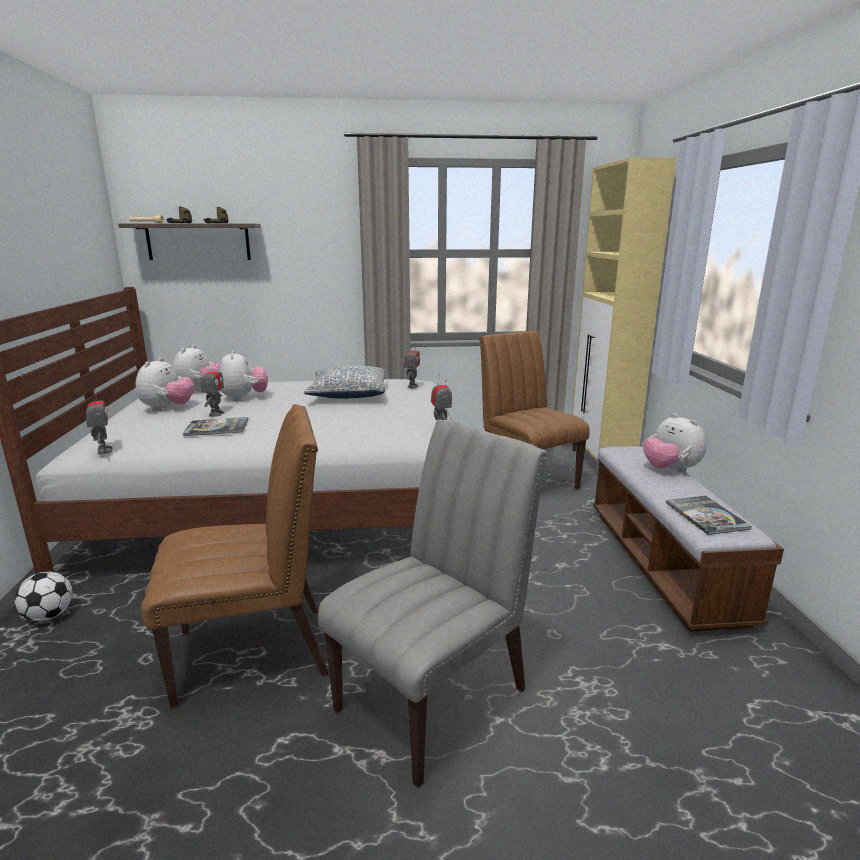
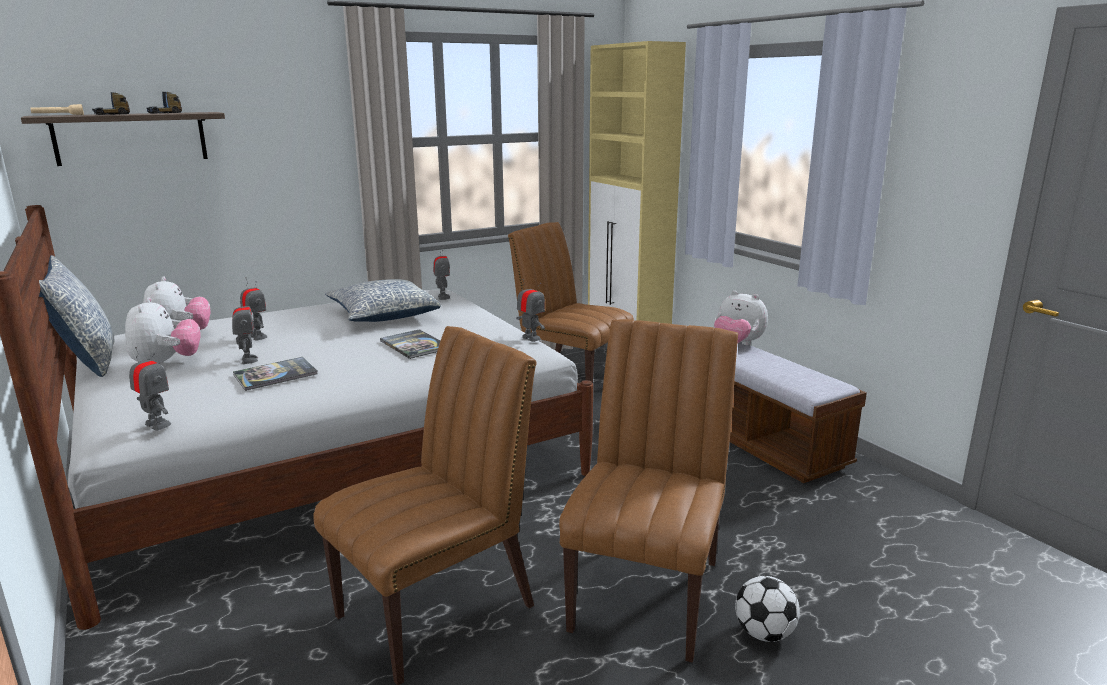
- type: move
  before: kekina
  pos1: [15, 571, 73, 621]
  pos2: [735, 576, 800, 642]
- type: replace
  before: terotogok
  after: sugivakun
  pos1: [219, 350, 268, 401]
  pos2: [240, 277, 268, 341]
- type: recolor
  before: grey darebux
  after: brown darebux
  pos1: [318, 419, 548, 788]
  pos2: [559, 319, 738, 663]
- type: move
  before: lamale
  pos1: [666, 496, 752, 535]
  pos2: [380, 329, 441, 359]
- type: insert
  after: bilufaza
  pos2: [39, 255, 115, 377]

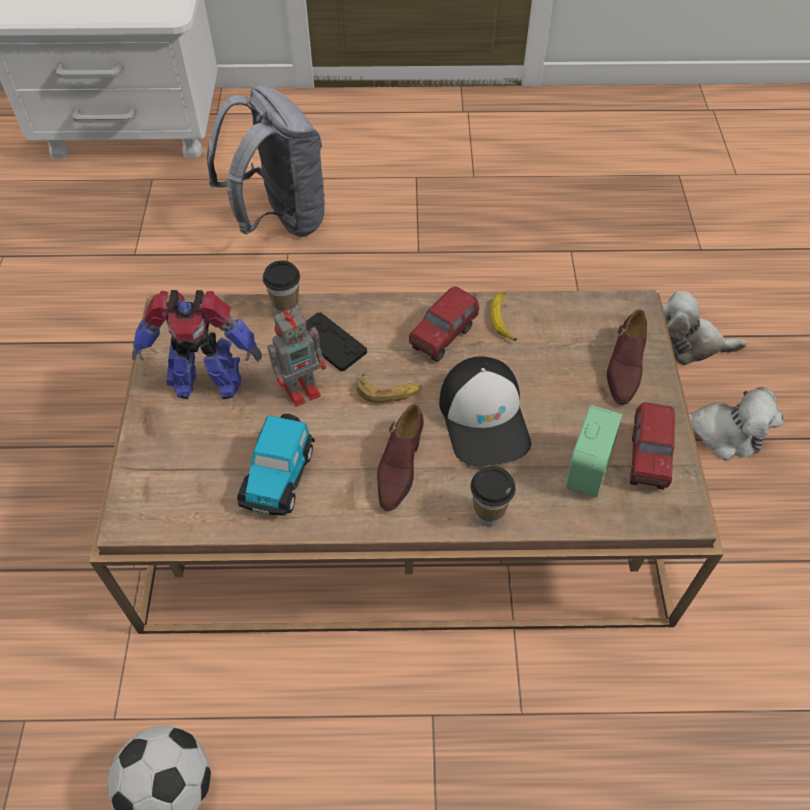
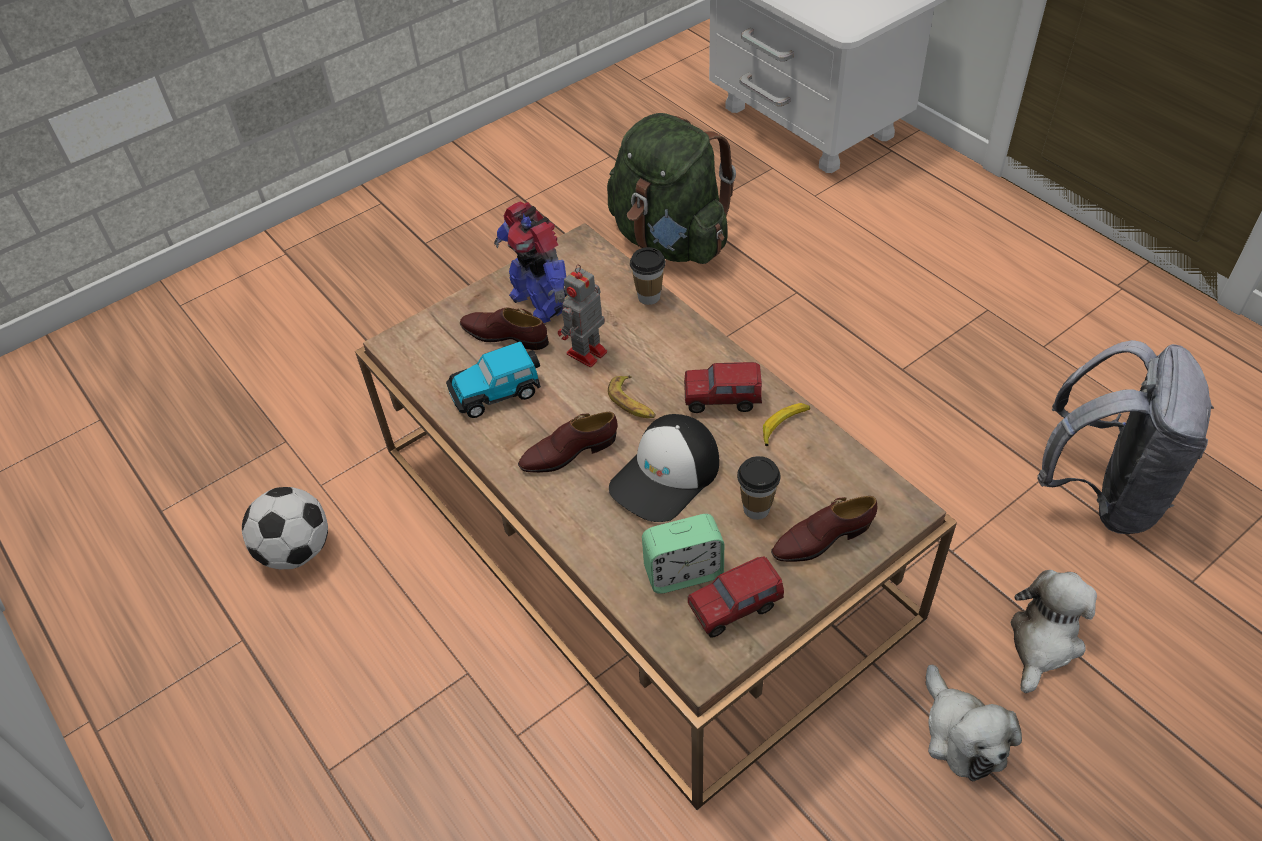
- type: move
  before: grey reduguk
  pos1: [207, 84, 326, 237]
  pos2: [1037, 340, 1214, 534]
- type: rotate
  before: sugivakun
  pos1: [267, 306, 326, 407]
  pos2: [558, 264, 607, 367]
  turn: 105
- type: delete
  before: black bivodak
  pos1: [306, 312, 367, 372]
- type: move
  before: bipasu
  pos1: [471, 466, 515, 527]
  pos2: [737, 456, 781, 520]
- type: rotate
  before: terotogok
  pos1: [662, 291, 747, 365]
  pos2: [1011, 570, 1097, 693]
  turn: 60
- type: insert
  after: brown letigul
  pos2: [460, 308, 549, 350]
- type: insert
  after: green reduguk
  pos2: [607, 113, 736, 264]

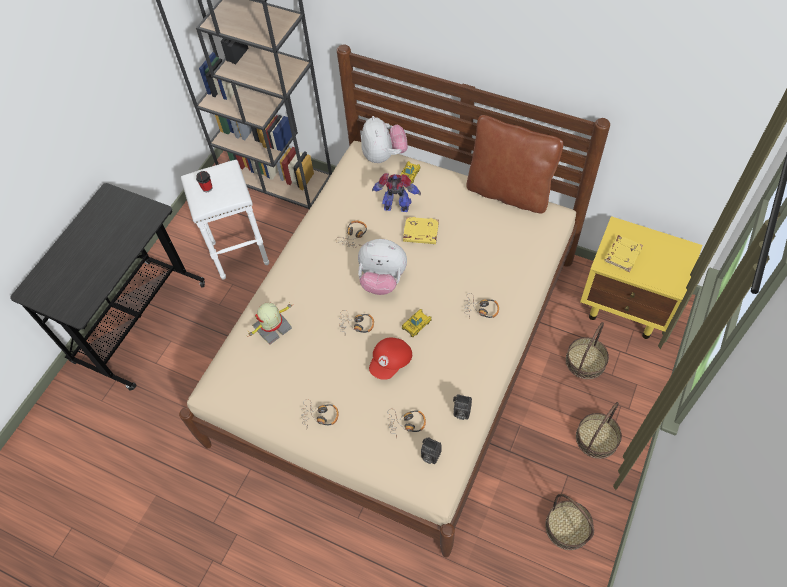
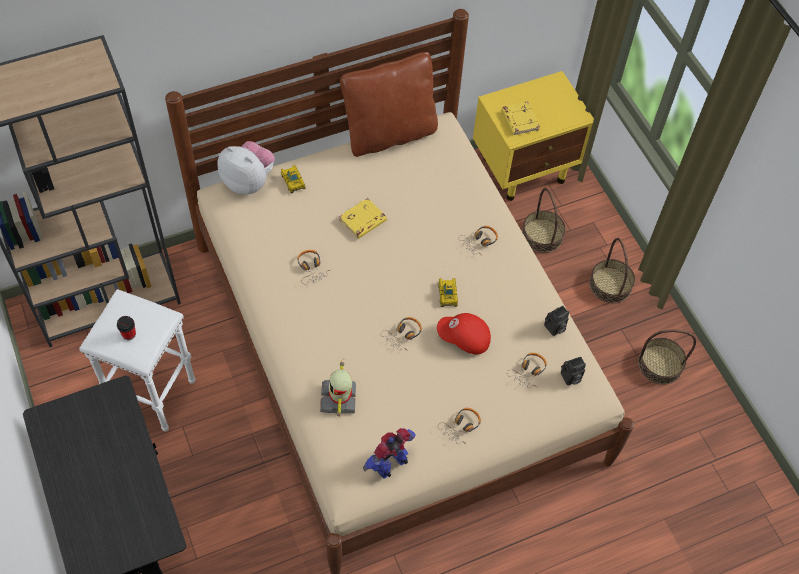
- type: delete
  before: terotogok
  pos1: [358, 239, 407, 295]
- type: rotate
  before: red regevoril
  pos1: [369, 337, 412, 380]
  pos2: [437, 313, 491, 354]
  turn: 120
- type: move
  before: sugivakun
  pos1: [372, 173, 421, 212]
  pos2: [363, 428, 416, 479]

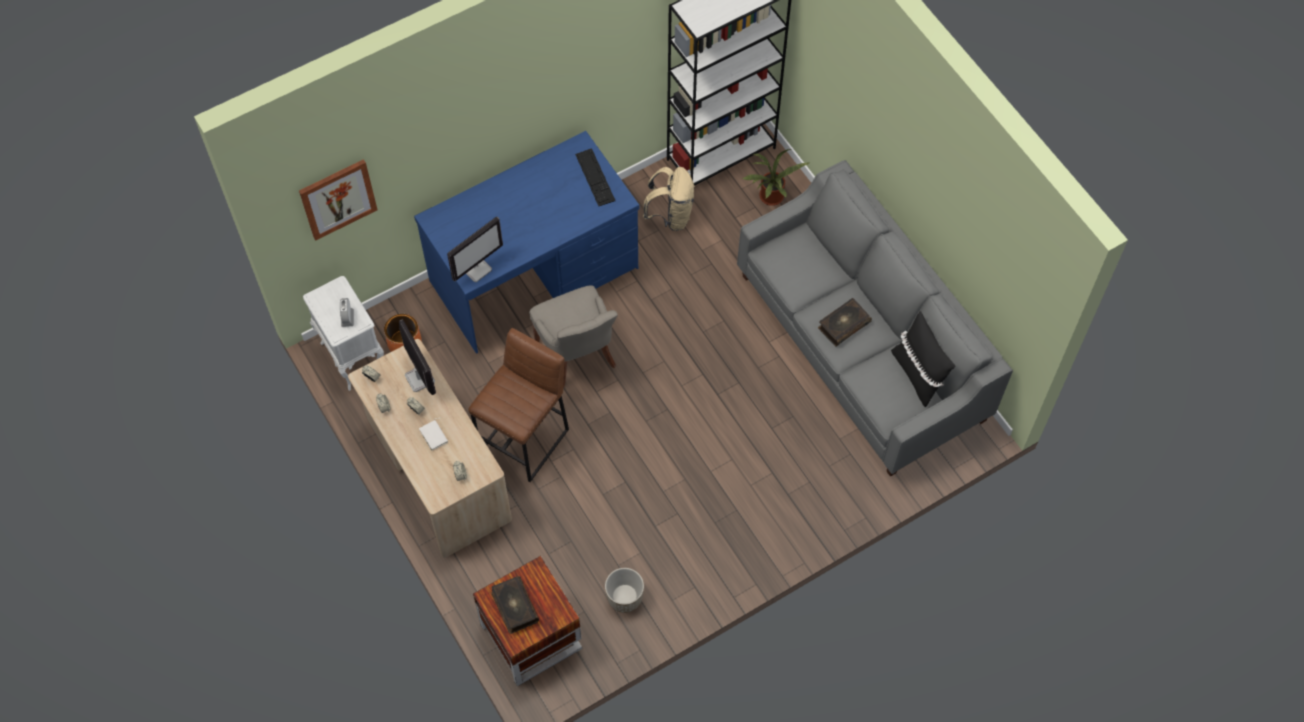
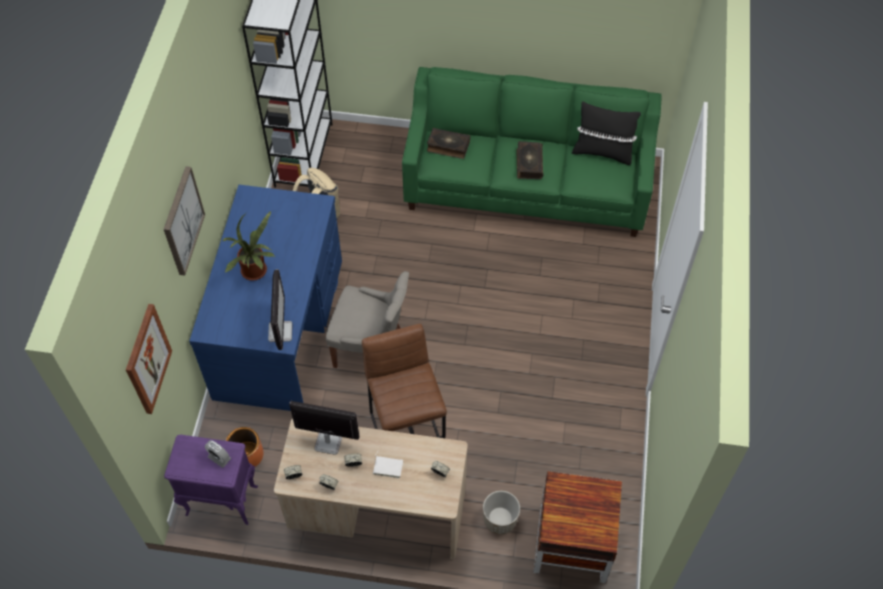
- type: recolor
  before: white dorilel
  after: purple dorilel
  pos1: [303, 276, 384, 391]
  pos2: [164, 435, 258, 525]
- type: move
  before: lamale
  pos1: [491, 576, 539, 634]
  pos2: [427, 128, 470, 159]
- type: delete
  before: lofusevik
  pos1: [575, 148, 615, 206]
- type: move
  before: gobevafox
  pos1: [605, 568, 644, 613]
  pos2: [483, 491, 520, 534]
- type: recolor
  before: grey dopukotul
  after: green dopukotul
  pos1: [737, 160, 1013, 477]
  pos2: [402, 67, 662, 237]
- type: move
  before: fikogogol
  pos1: [743, 149, 809, 206]
  pos2: [222, 211, 275, 281]
- type: insert
  after: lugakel
  pos2: [164, 166, 205, 276]

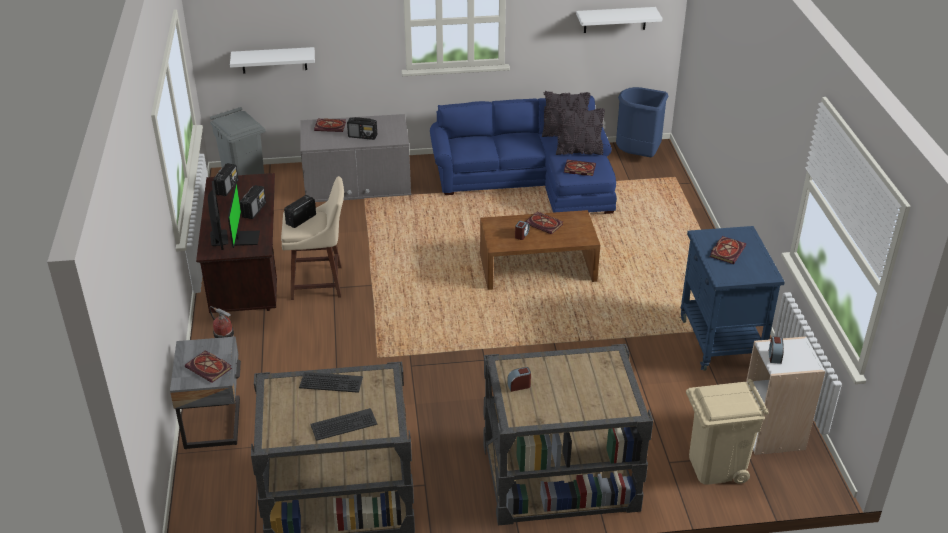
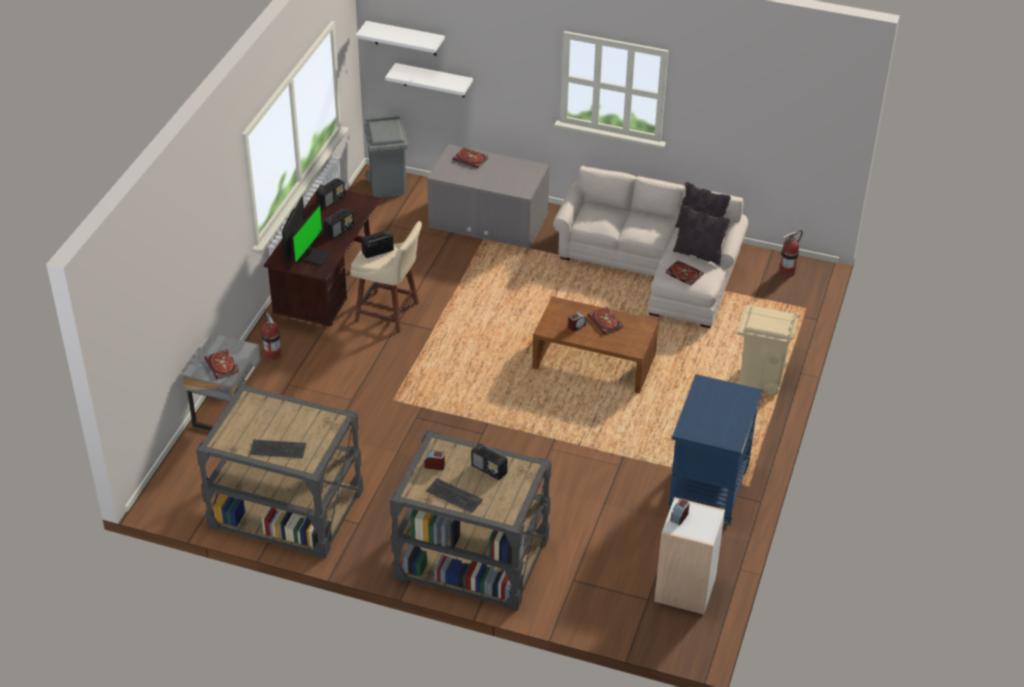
- type: move
  before: lofusevik
  pos1: [299, 372, 363, 393]
  pos2: [426, 478, 483, 513]
- type: move
  before: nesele
  pos1: [347, 117, 377, 140]
  pos2: [471, 443, 507, 480]
- type: recolor
  before: blue dopukotul
  after: beige dopukotul
  pos1: [430, 96, 617, 214]
  pos2: [553, 165, 748, 328]
- type: move
  before: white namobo
  pos1: [576, 7, 663, 33]
  pos2: [356, 21, 445, 56]
- type: replace
  before: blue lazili
  after: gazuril
  pos1: [616, 87, 669, 157]
  pos2: [779, 230, 803, 277]
- type: move
  before: beige lazili
  pos1: [686, 379, 768, 485]
  pos2: [737, 305, 800, 395]
- type: delete
  before: lamale
  pos1: [710, 236, 746, 264]

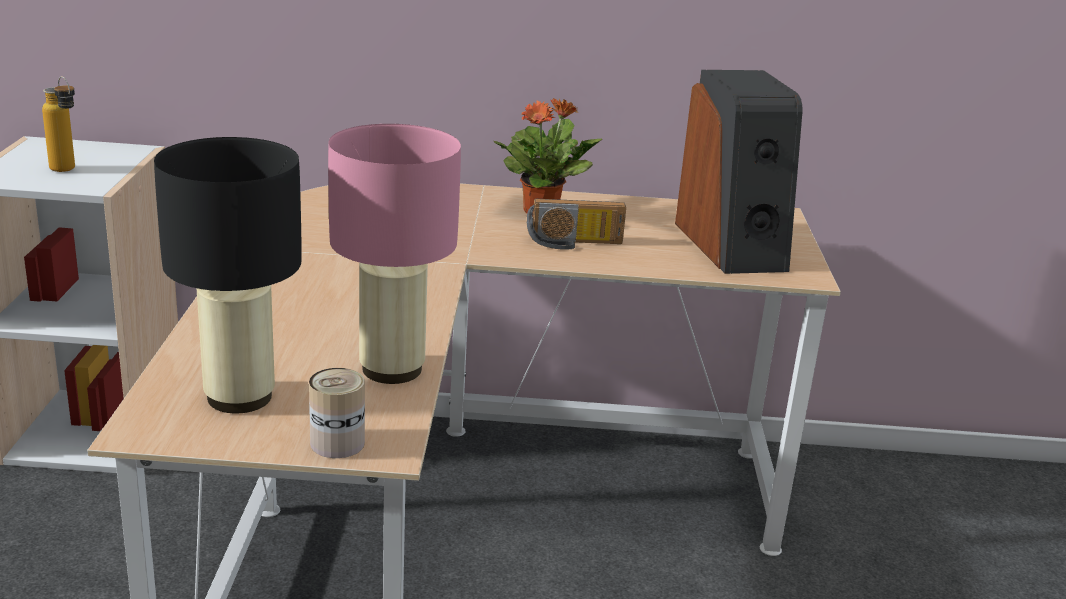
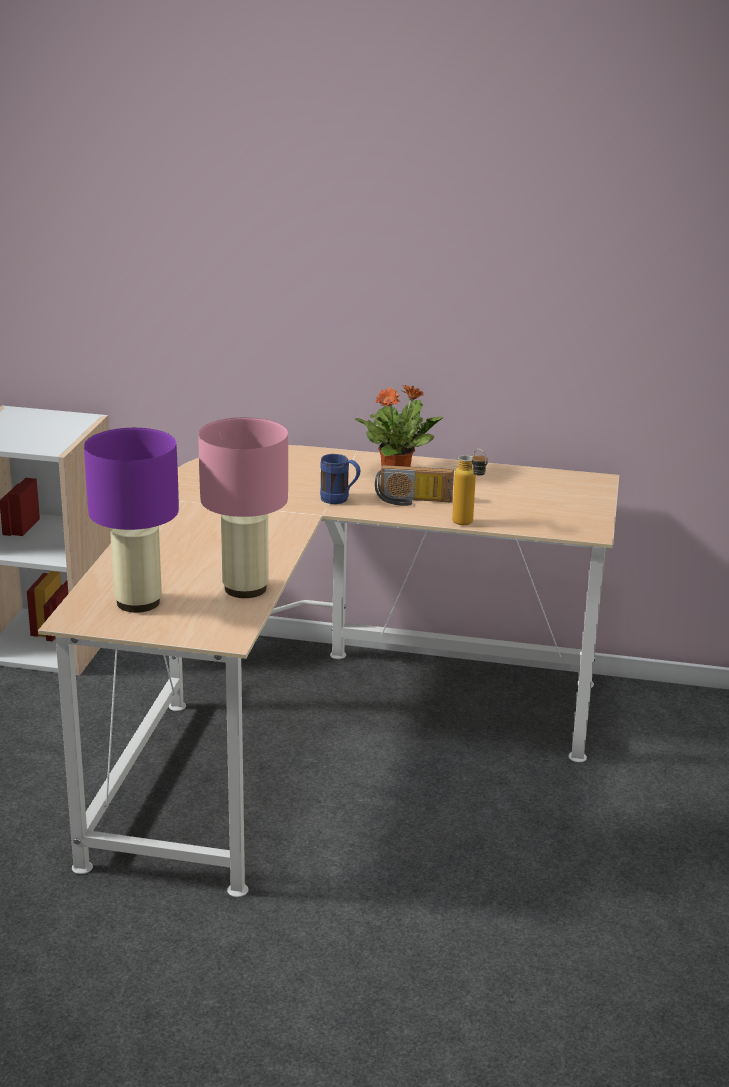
- type: move
  before: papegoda
  pos1: [42, 76, 75, 172]
  pos2: [452, 449, 488, 525]
- type: recolor
  before: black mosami
  after: purple mosami
  pos1: [154, 137, 302, 413]
  pos2: [84, 428, 179, 613]
- type: delete
  before: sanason
  pos1: [309, 368, 365, 458]
- type: delete
  before: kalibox
  pos1: [675, 70, 803, 274]
- type: insert
  after: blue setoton
  pos2: [320, 454, 361, 504]

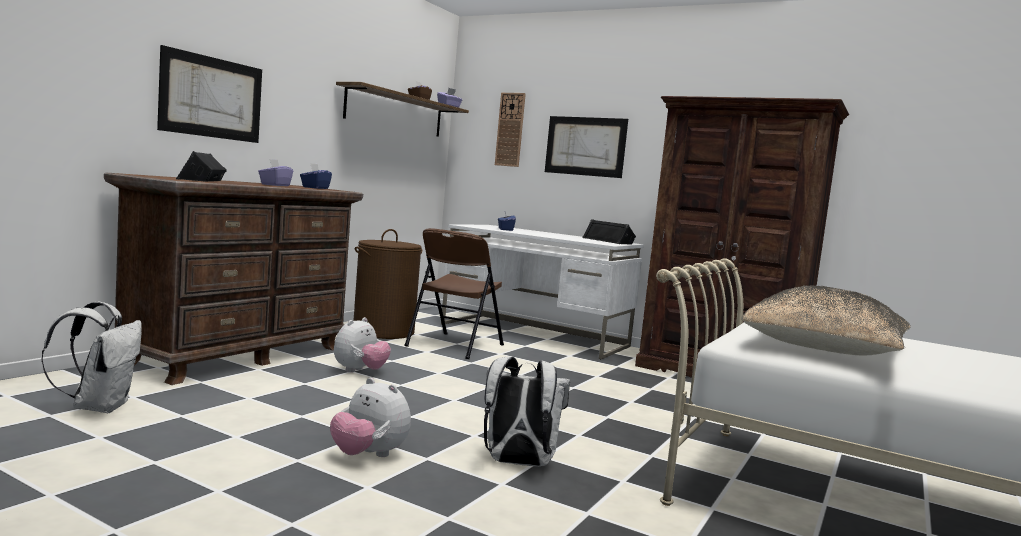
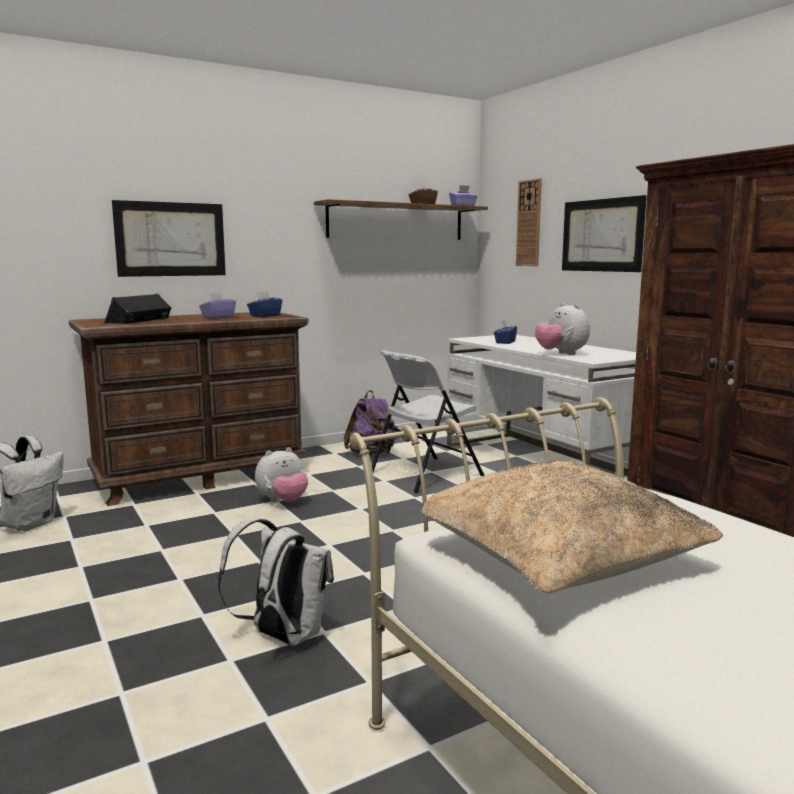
- type: move
  before: terotogok
  pos1: [330, 378, 411, 457]
  pos2: [535, 303, 590, 355]
- type: replace
  before: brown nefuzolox
  after: purple reduguk
  pos1: [354, 229, 422, 339]
  pos2: [344, 390, 398, 455]
- type: recolor
  before: brown darebux
  after: white darebux
  pos1: [404, 228, 504, 359]
  pos2: [372, 350, 484, 493]
- type: delete
  before: black kalibox
  pos1: [582, 219, 636, 245]

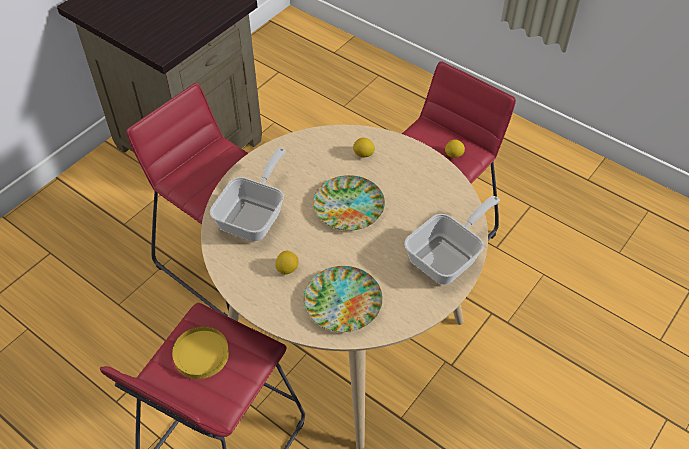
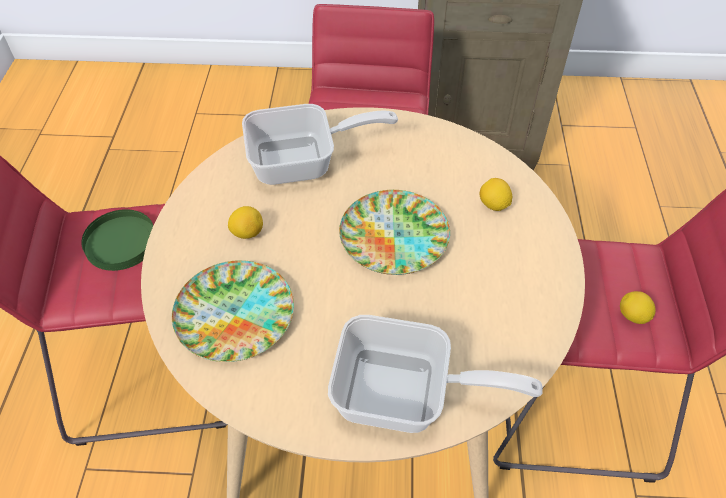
- type: recolor
  before: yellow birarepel
  after: green birarepel
  pos1: [172, 326, 229, 379]
  pos2: [81, 209, 153, 271]

